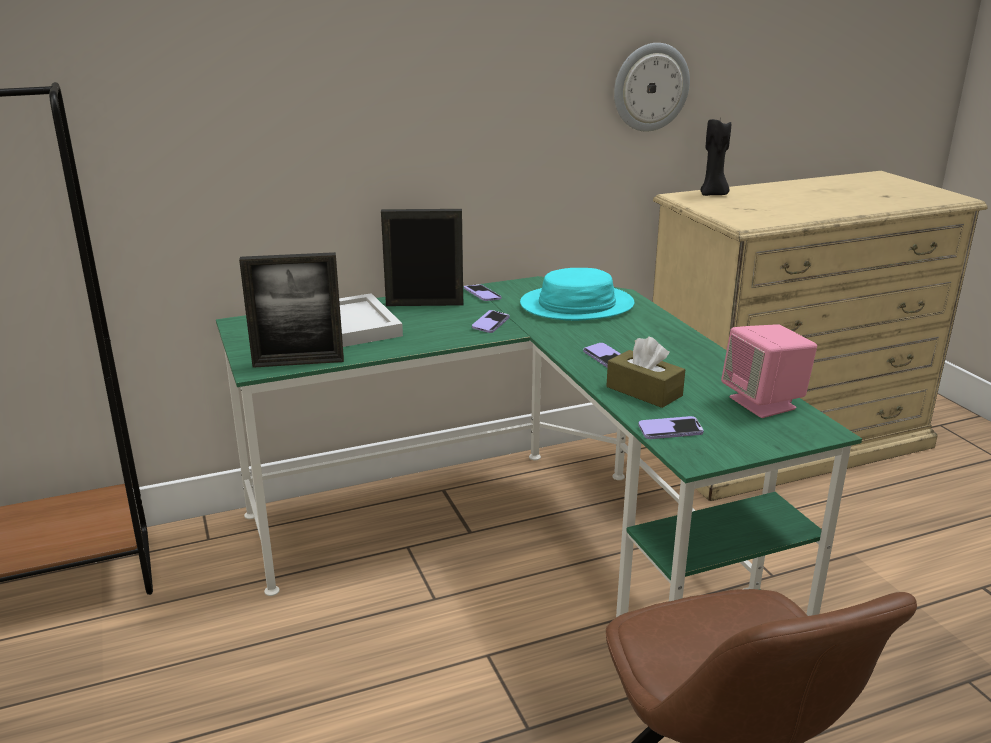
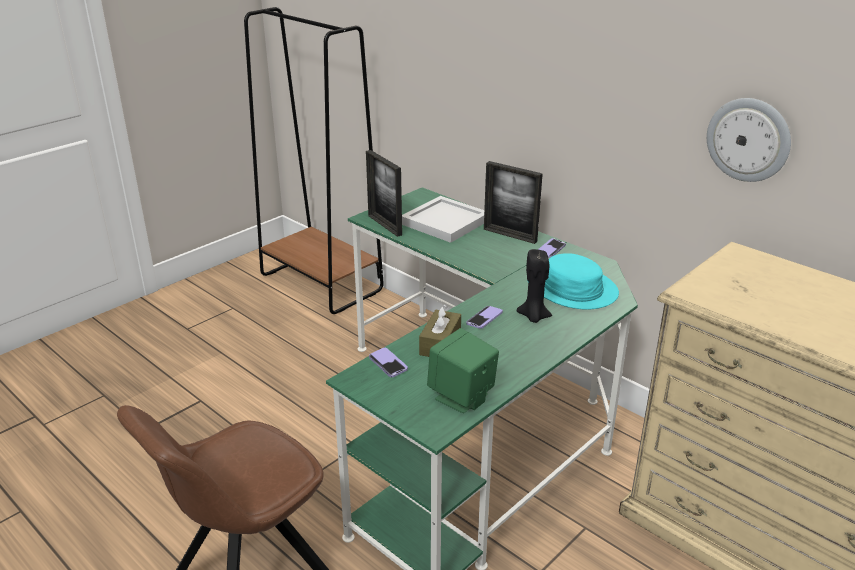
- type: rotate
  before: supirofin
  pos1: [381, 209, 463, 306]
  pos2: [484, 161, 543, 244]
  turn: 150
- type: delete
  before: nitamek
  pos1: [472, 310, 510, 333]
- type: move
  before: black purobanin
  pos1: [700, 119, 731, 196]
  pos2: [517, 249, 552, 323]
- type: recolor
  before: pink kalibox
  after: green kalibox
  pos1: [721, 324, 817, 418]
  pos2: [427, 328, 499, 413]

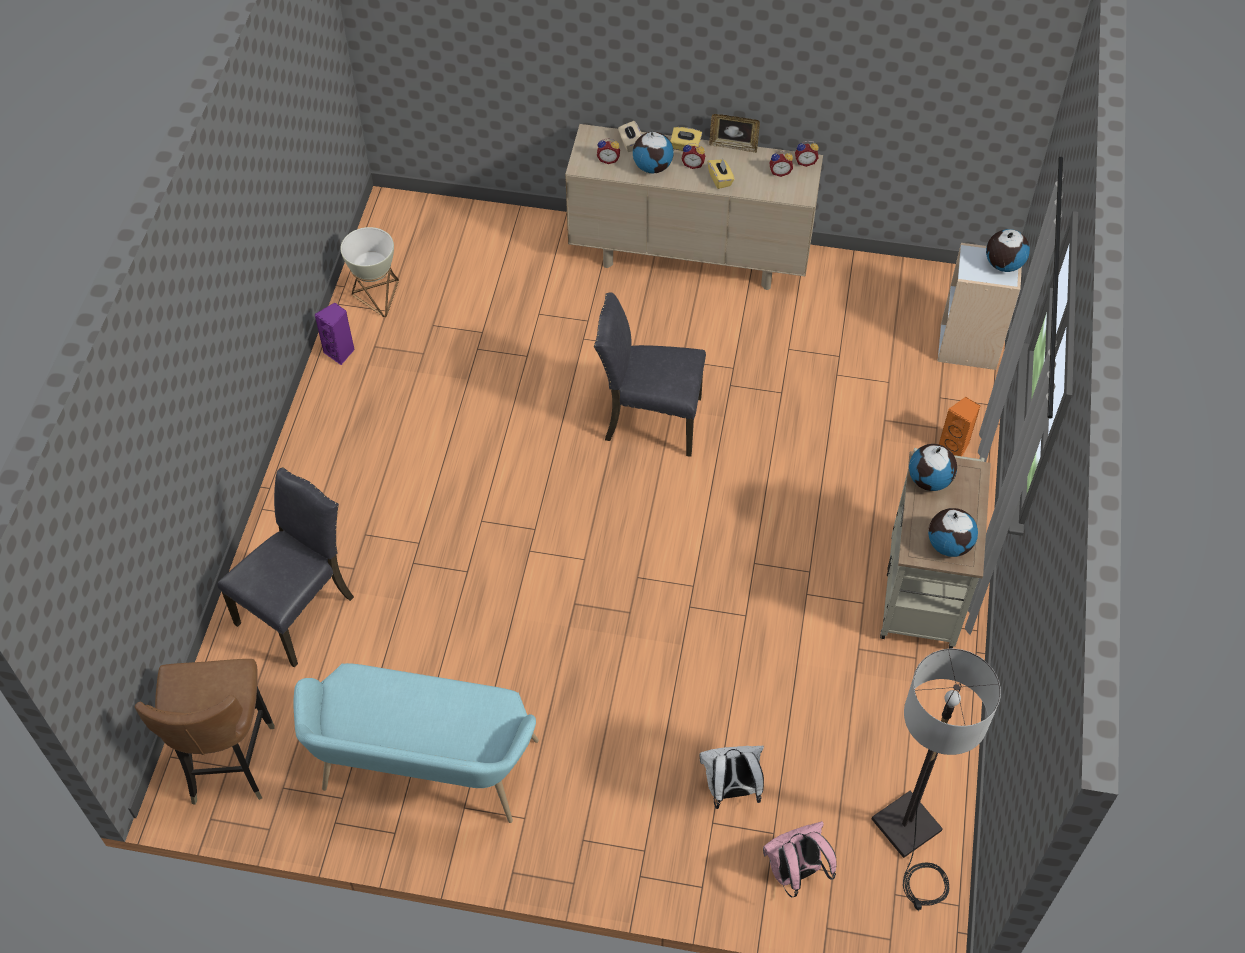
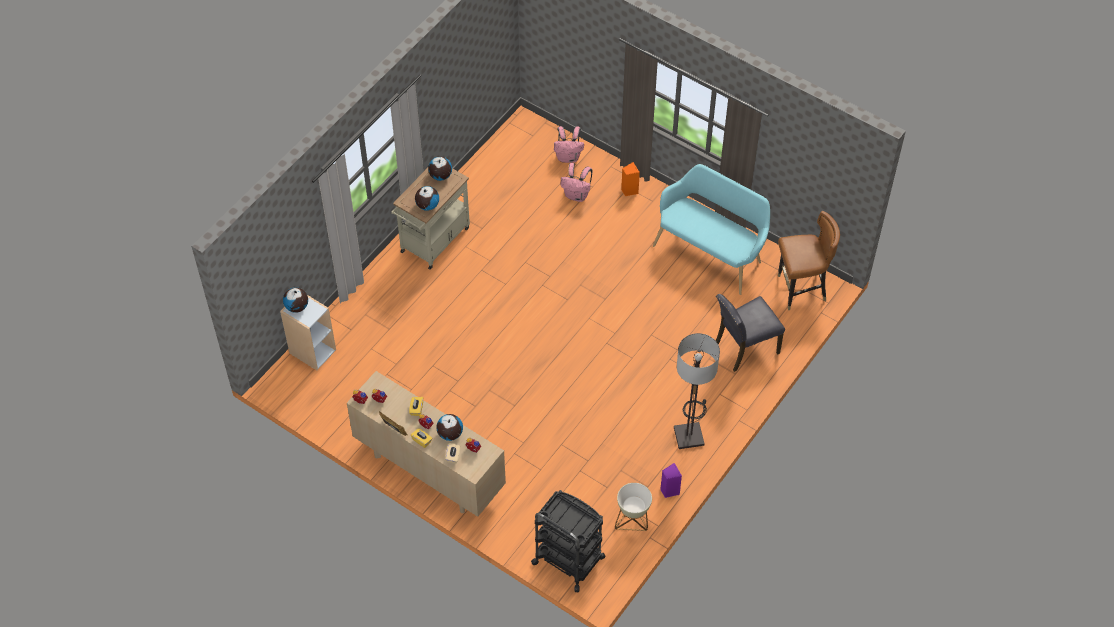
- type: rotate
  before: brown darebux
  pos1: [135, 659, 275, 805]
  pos2: [778, 211, 840, 310]
  turn: 60
- type: delete
  before: grey darebux
  pos1: [594, 293, 706, 457]
- type: recolor
  before: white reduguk
  after: pink reduguk
  pos1: [699, 746, 764, 809]
  pos2: [560, 163, 593, 202]
- type: move
  before: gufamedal
  pos1: [872, 649, 1001, 911]
  pos2: [674, 333, 720, 449]
- type: move
  before: orange kalibox
  pos1: [939, 397, 980, 456]
  pos2: [621, 162, 640, 196]
- type: insert
  after: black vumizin
  pos2: [531, 490, 606, 592]

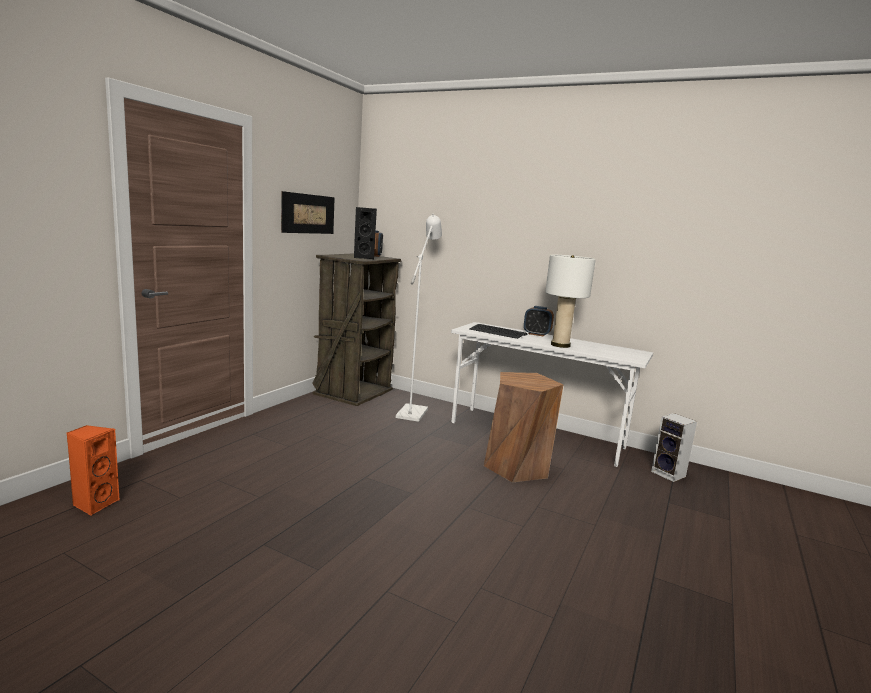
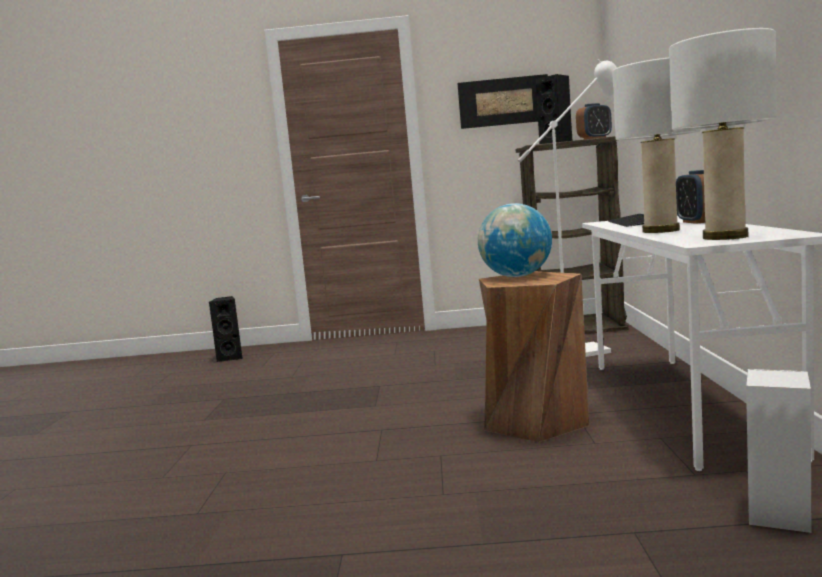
- type: recolor
  before: orange kalibox
  after: black kalibox
  pos1: [66, 425, 120, 515]
  pos2: [209, 296, 243, 362]
- type: insert
  after: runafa
  pos2: [478, 203, 552, 277]
- type: insert
  after: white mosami
  pos2: [669, 28, 777, 240]

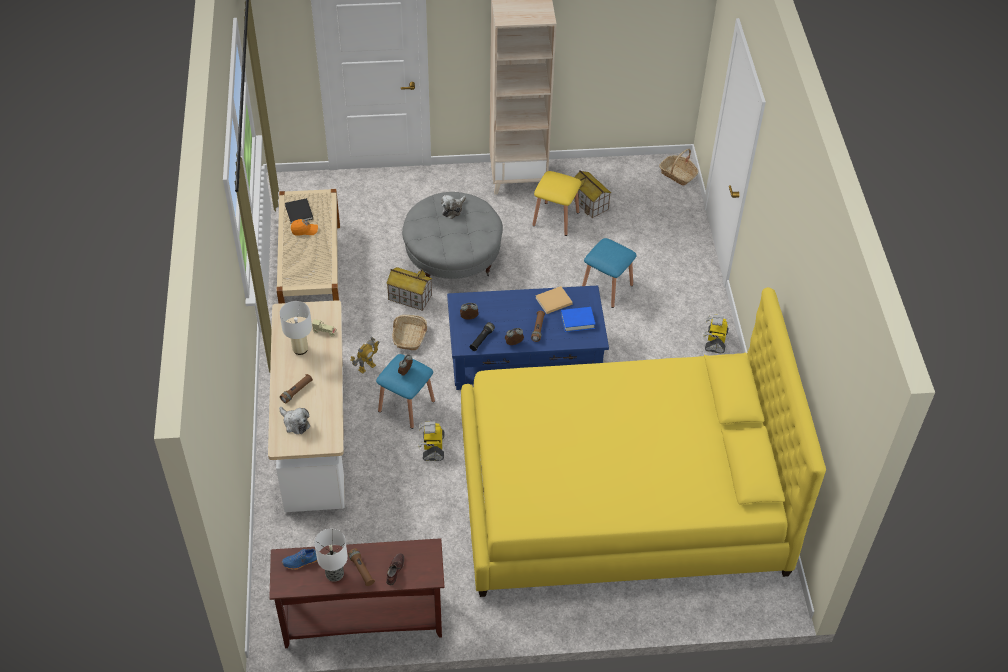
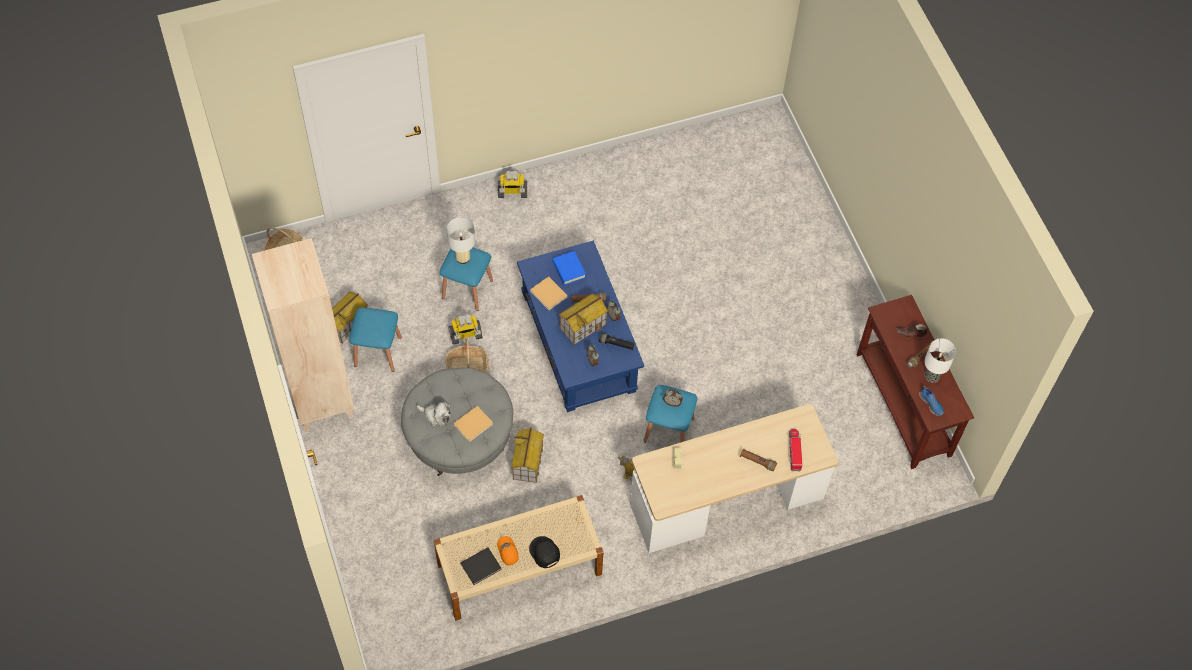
- type: replace
  before: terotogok
  after: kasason
  pos1: [279, 407, 310, 434]
  pos2: [789, 429, 802, 471]
- type: move
  before: white mosami
  pos1: [280, 301, 312, 355]
  pos2: [447, 217, 475, 264]
- type: move
  before: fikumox
  pos1: [392, 315, 427, 350]
  pos2: [445, 338, 489, 372]
- type: move
  before: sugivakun
  pos1: [418, 422, 444, 461]
  pos2: [448, 314, 483, 345]
- type: delete
  before: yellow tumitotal
  pos1: [461, 287, 826, 597]
- type: recolor
  before: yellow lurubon
  after: blue lurubon
  pos1: [532, 171, 581, 236]
  pos2: [349, 308, 402, 372]
- type: insert
  after: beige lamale
  pos2: [453, 406, 493, 442]
- type: insert
  after: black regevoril
  pos2: [529, 536, 560, 568]
- type: insert
  after: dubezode
  pos2: [559, 293, 608, 345]

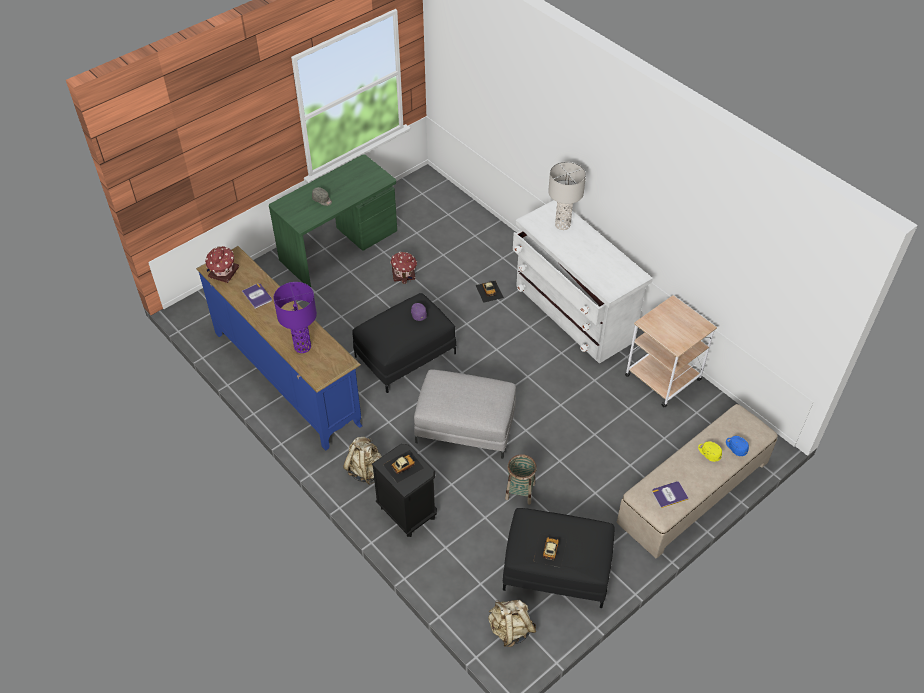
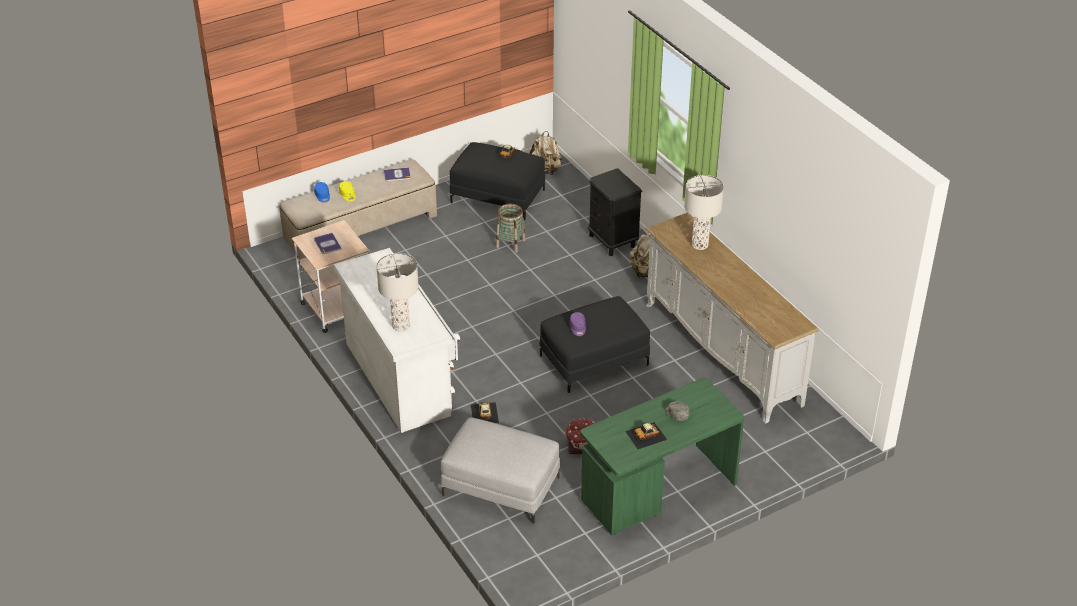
- type: recolor
  before: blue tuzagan
  after: grey tuzagan
  pos1: [196, 246, 363, 450]
  pos2: [645, 213, 819, 423]
- type: delete
  before: dubezode
  pos1: [205, 246, 239, 283]
- type: move
  before: lamale
  pos1: [242, 283, 272, 309]
  pos2: [314, 233, 342, 254]
- type: recolor
  before: purple mosami
  after: white mosami
  pos1: [273, 282, 317, 353]
  pos2: [684, 175, 724, 250]
- type: move
  before: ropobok
  pos1: [383, 450, 424, 483]
  pos2: [625, 422, 667, 449]
- type: move
  before: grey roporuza
  pos1: [414, 369, 516, 459]
  pos2: [441, 417, 560, 524]

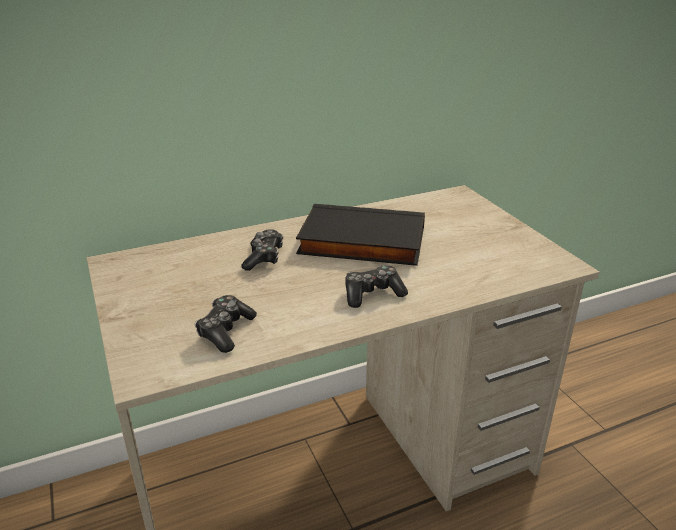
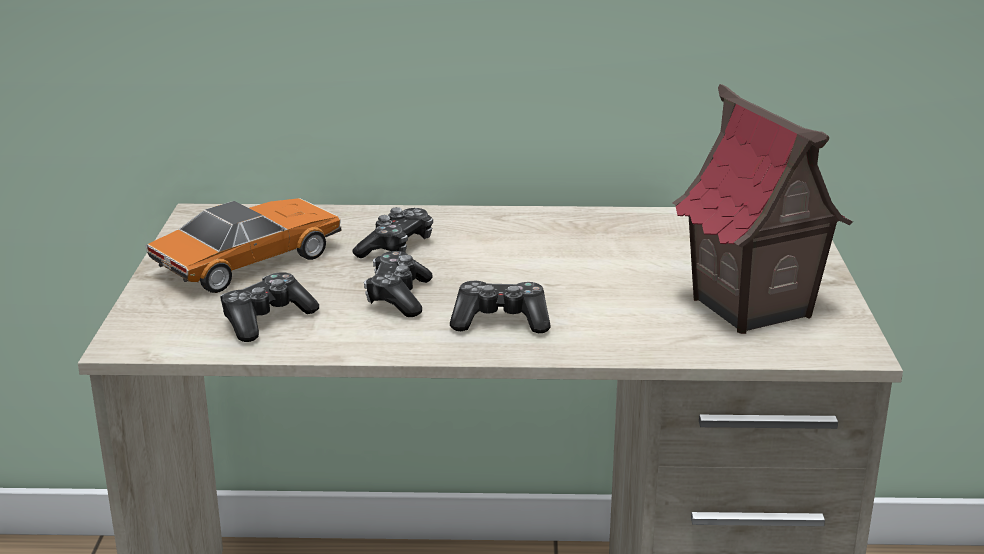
- type: delete
  before: black lamale
  pos1: [296, 204, 425, 266]
- type: insert
  after: ropobok
  pos2: [145, 198, 341, 293]
- type: insert
  after: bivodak
  pos2: [364, 251, 433, 317]
- type: insert
  after: dubezode
  pos2: [672, 84, 853, 334]

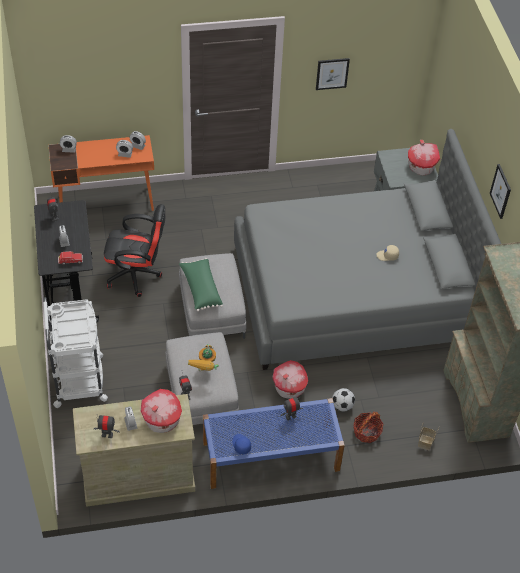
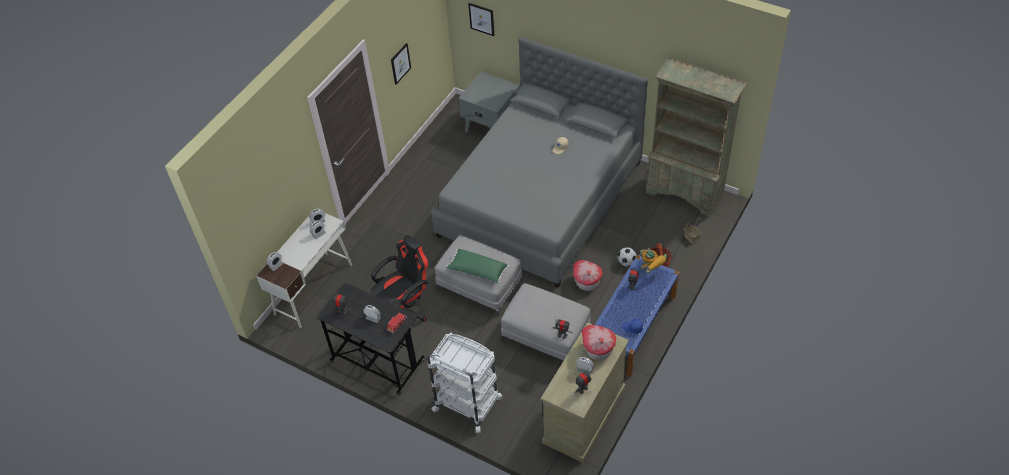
- type: recolor
  before: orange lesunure
  after: white lesunure
  pos1: [49, 135, 154, 211]
  pos2: [256, 209, 352, 328]
- type: move
  before: sugivakun
  pos1: [188, 344, 219, 372]
  pos2: [640, 248, 667, 273]
- type: delete
  before: dubezode
  pos1: [408, 140, 440, 175]
- type: move
  before: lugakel
  pos1: [490, 164, 511, 219]
  pos2: [468, 3, 494, 36]

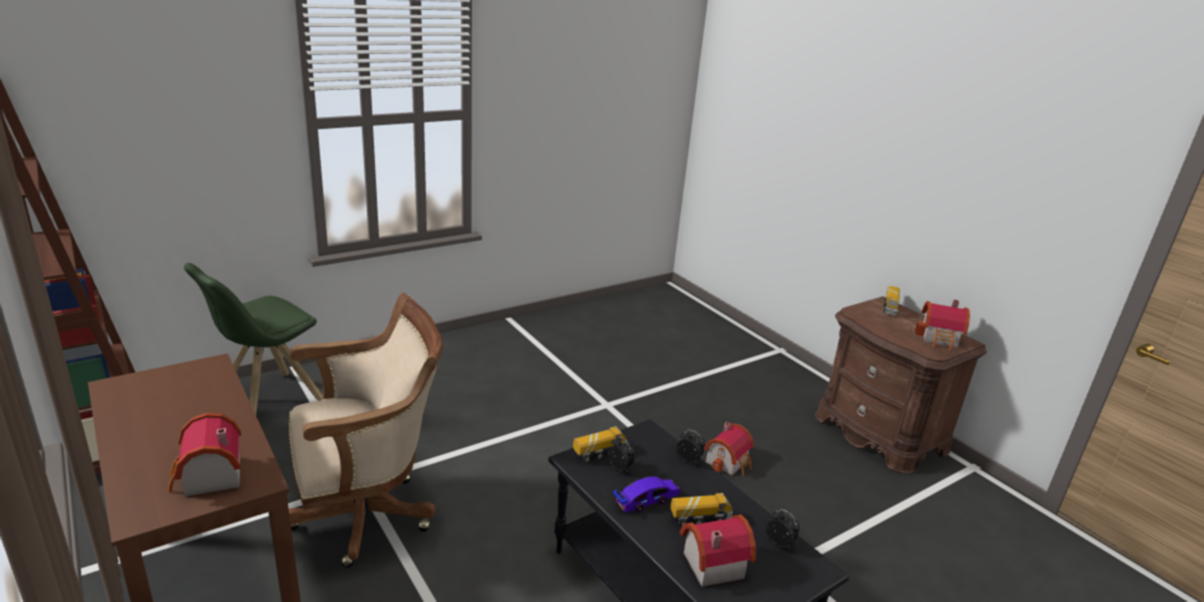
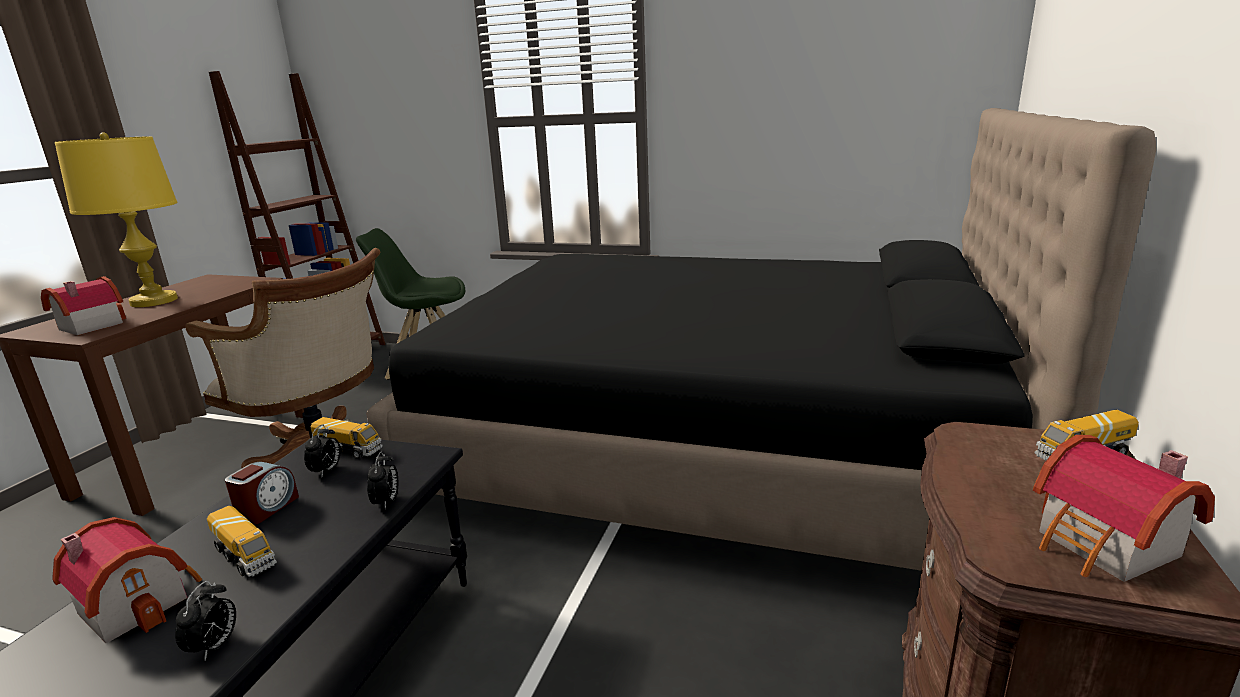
- type: replace
  before: ropobok
  after: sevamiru
  pos1: [613, 476, 680, 513]
  pos2: [225, 461, 299, 525]
- type: delete
  before: dubezode
  pos1: [704, 422, 754, 476]
- type: insert
  after: yellow mosami
  pos2: [55, 132, 178, 307]
- type: insert
  after: black tumitotal
  pos2: [366, 108, 1156, 571]

